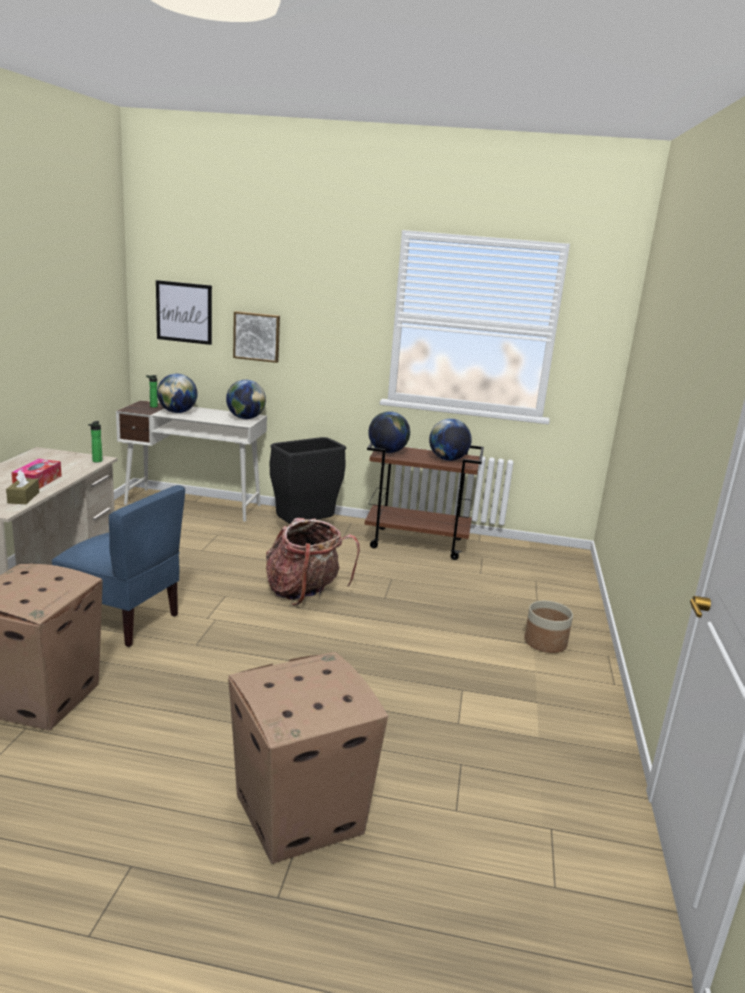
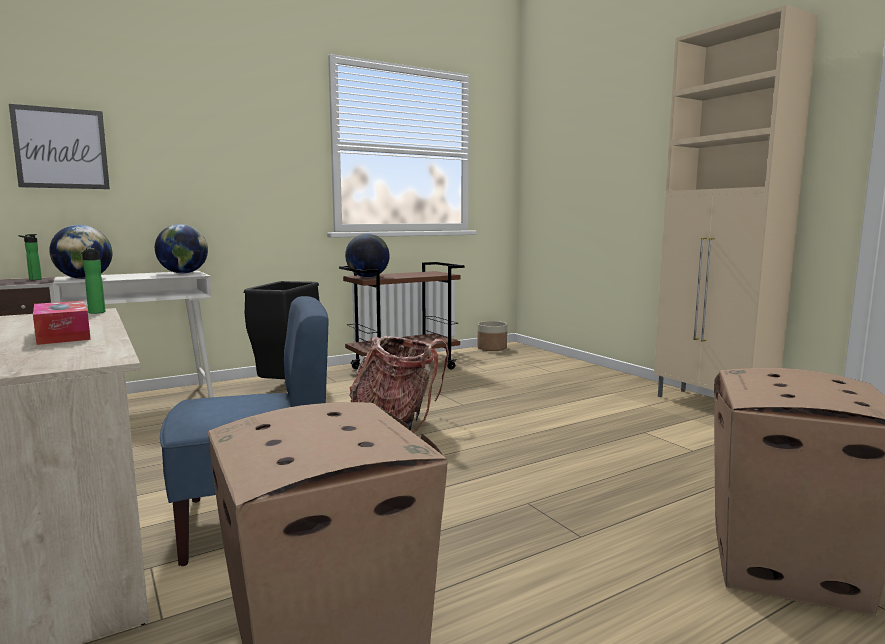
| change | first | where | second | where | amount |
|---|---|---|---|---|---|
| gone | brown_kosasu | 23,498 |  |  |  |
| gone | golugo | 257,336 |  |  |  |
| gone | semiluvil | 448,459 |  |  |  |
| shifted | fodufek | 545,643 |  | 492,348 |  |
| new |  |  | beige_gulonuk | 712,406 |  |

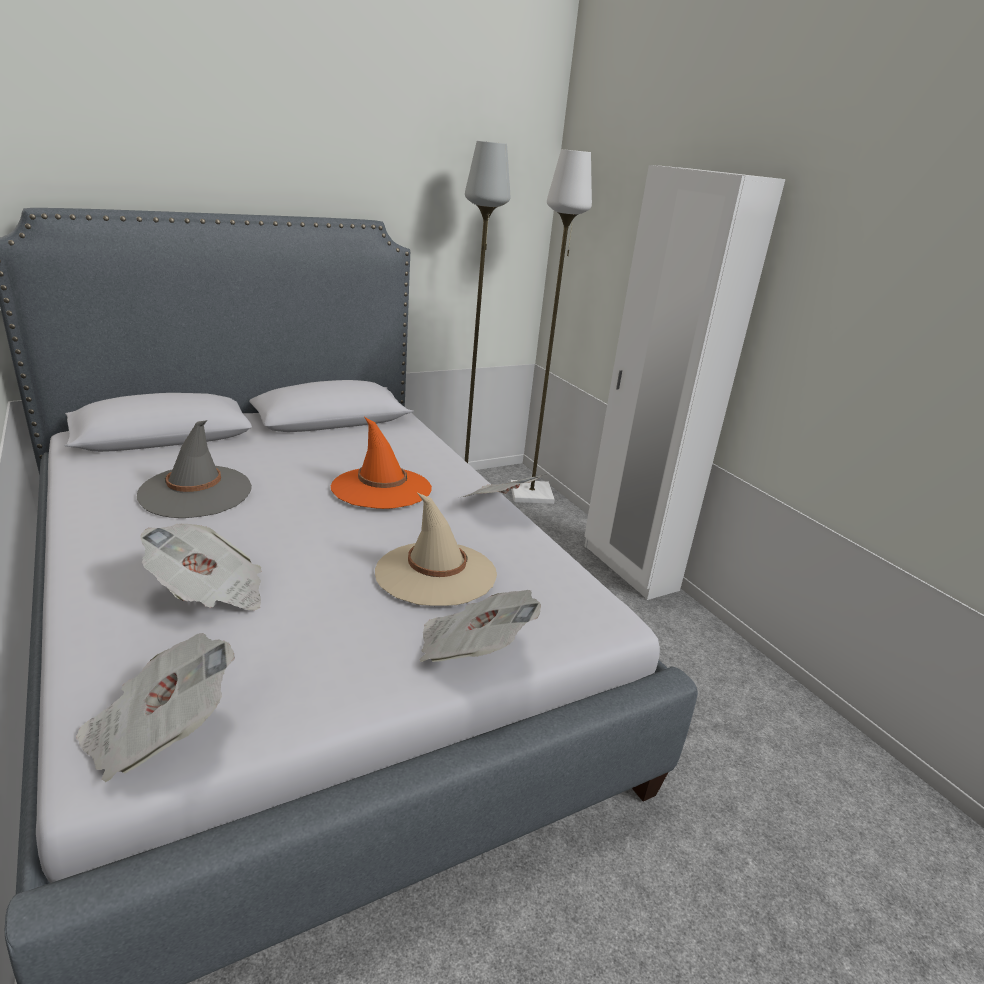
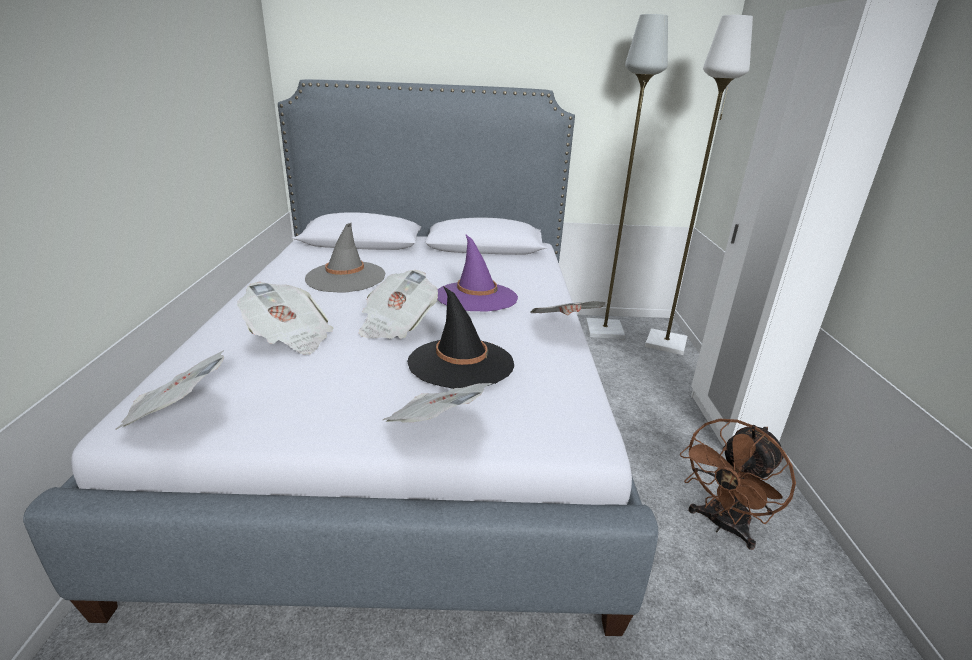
| change | first | where | second | where | amount |
|---|---|---|---|---|---|
| repainted | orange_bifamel | 381,488 | purple_bifamel | 476,297 |  |
| repainted | beige_bifamel | 435,574 | black_bifamel | 461,363 |  |
| new |  |  | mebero | 396,325 |  |
| new |  |  | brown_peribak | 722,525 |  |

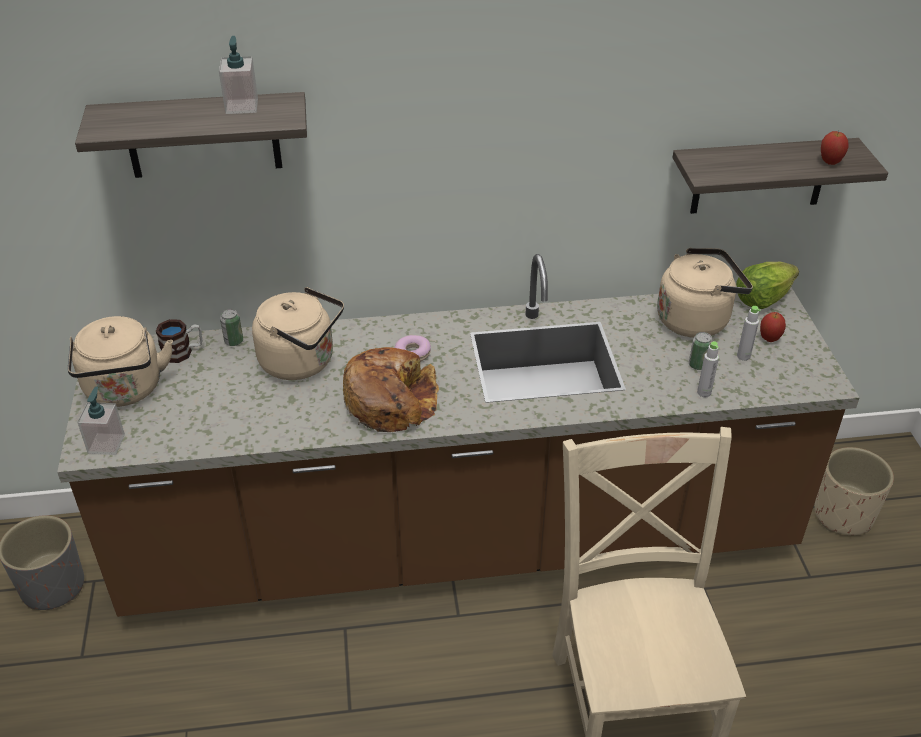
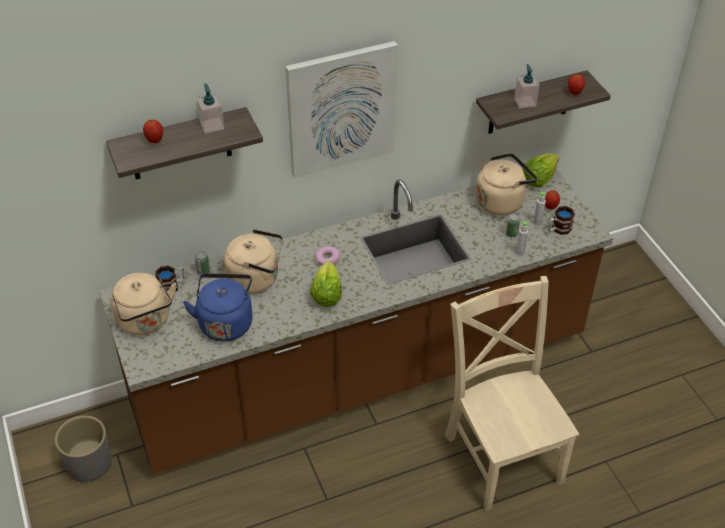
| change | first | where | second | where | amount |
|---|---|---|---|---|---|
| shifted | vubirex | 106,444 |  | 525,102 |  |
| swapped | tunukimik | 391,400 | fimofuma | 326,295 |  |
| gone | beige_fodufek | 843,515 |  |  |  |
| new |  |  | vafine | 155,141 |  |
| new |  |  | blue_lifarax | 225,322 |  |
| new |  |  | golugo | 341,109 |  |
| new |  |  | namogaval | 558,229 |  |

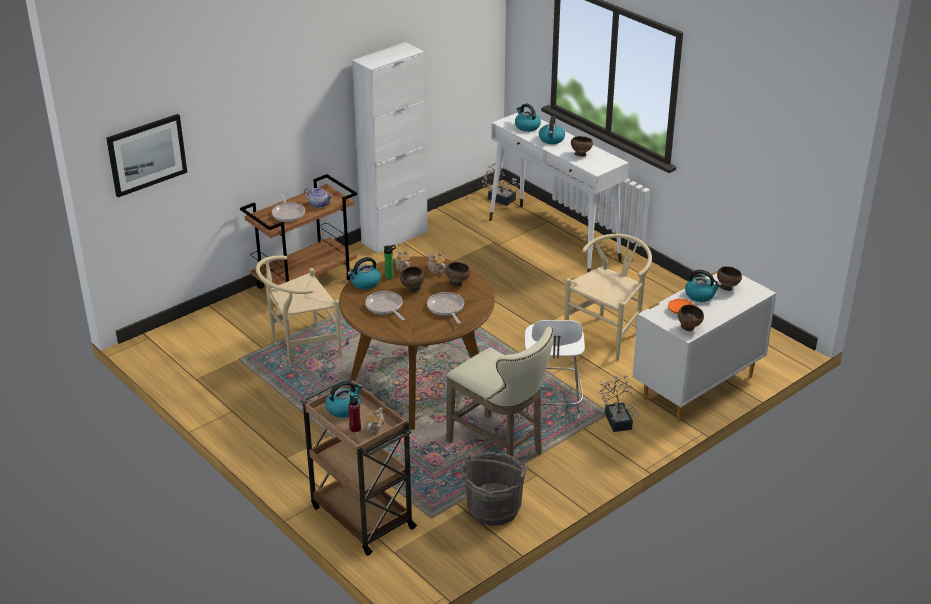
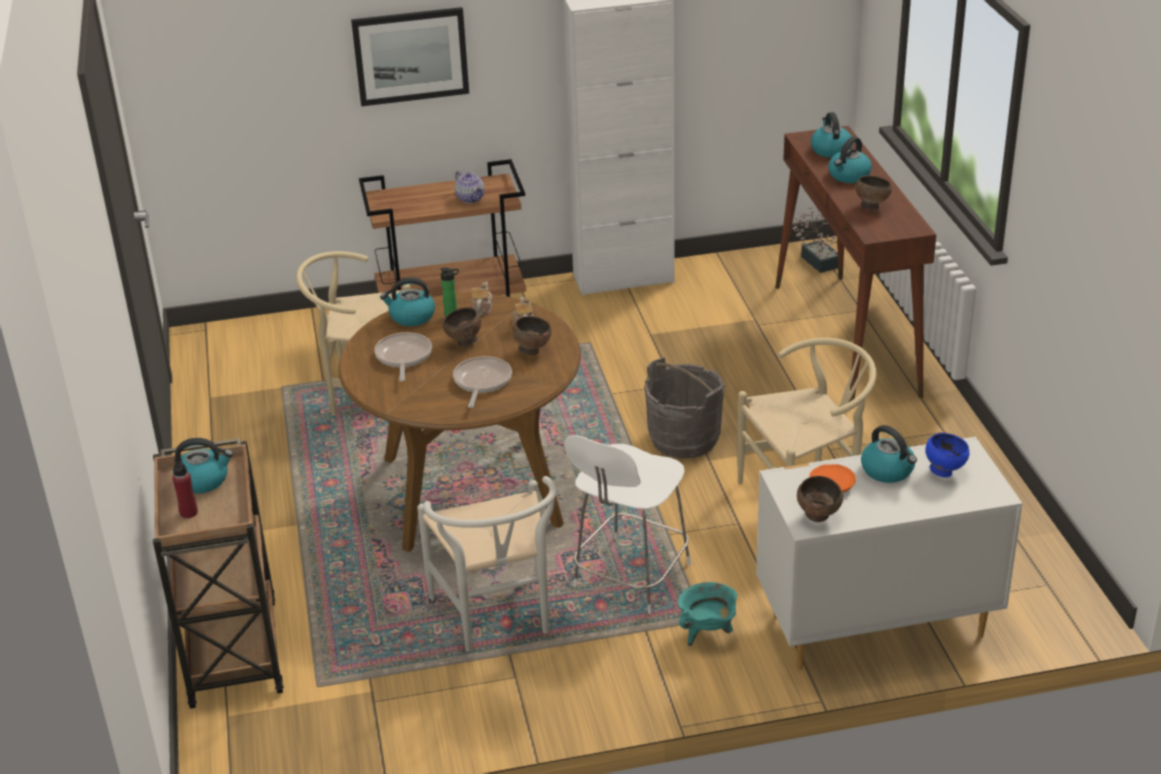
| change | first | where | second | where | amount |
|---|---|---|---|---|---|
| shifted | golugo | 146,154 |  | 410,56 |  |
| gone | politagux | 288,213 |  |  |  |
| gone | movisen | 374,427 |  |  |  |
| swapped | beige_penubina | 499,448 | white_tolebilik | 498,619 |  |
| shifted | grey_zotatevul | 493,509 |  | 684,439 |  |
| repainted | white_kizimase | 554,240 | brown_kizimase | 846,340 |  |
| swapped | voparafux | 617,418 | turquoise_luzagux | 707,633 |  |
| repainted | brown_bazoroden | 727,288 | blue_bazoroden | 944,471 |  |

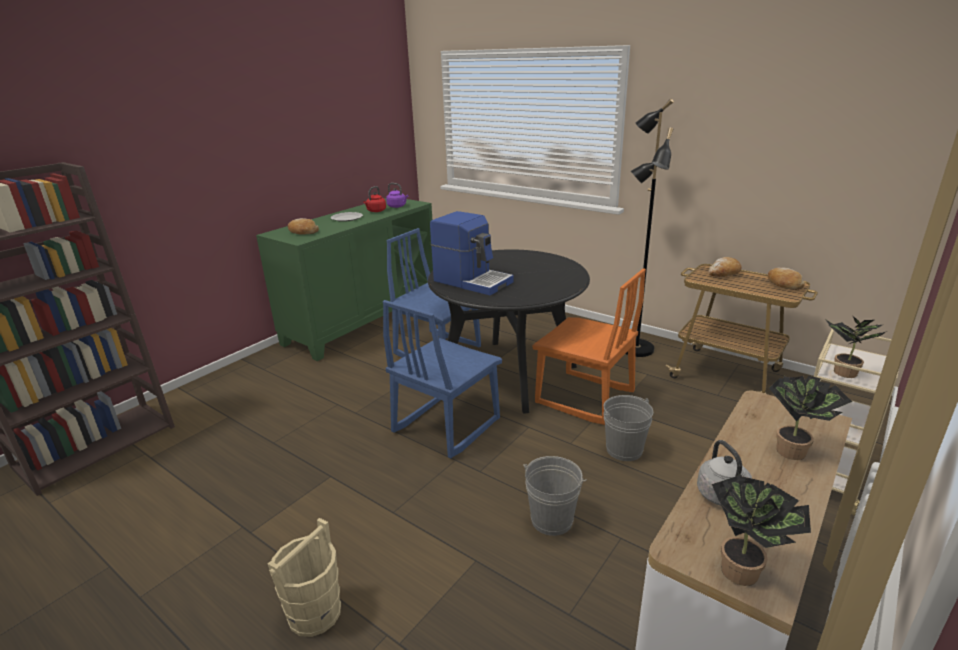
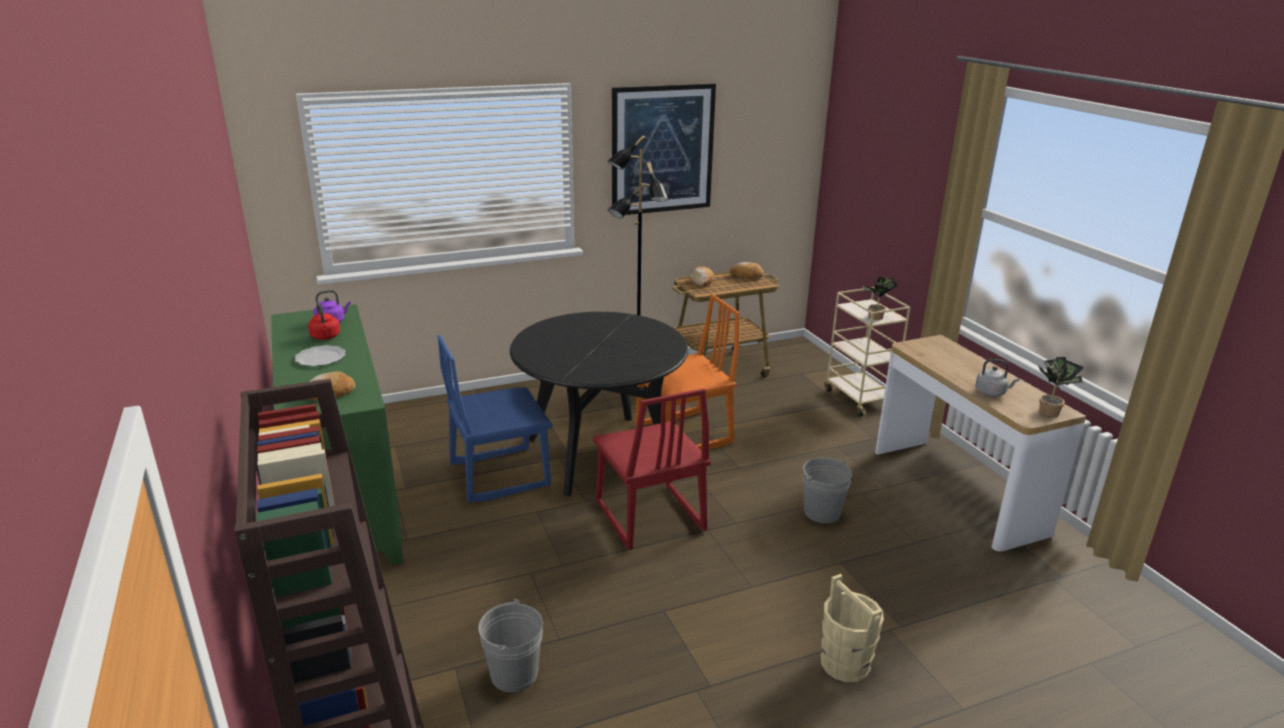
| change | first | where | second | where | amount |
|---|---|---|---|---|---|
| repainted | blue_tolebilik | 445,425 | red_tolebilik | 648,517 |  |
| gone | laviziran | 472,281 |  |  |  |
| shifted | grey_zotatevul | 624,449 |  | 514,674 |  |
| gone | voparafux | 794,450 |  |  |  |
| new |  |  | golugo | 662,149 |  |

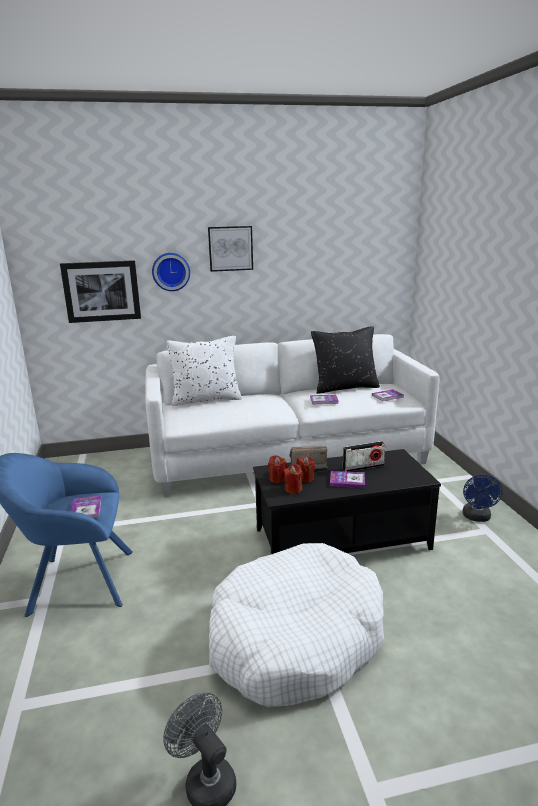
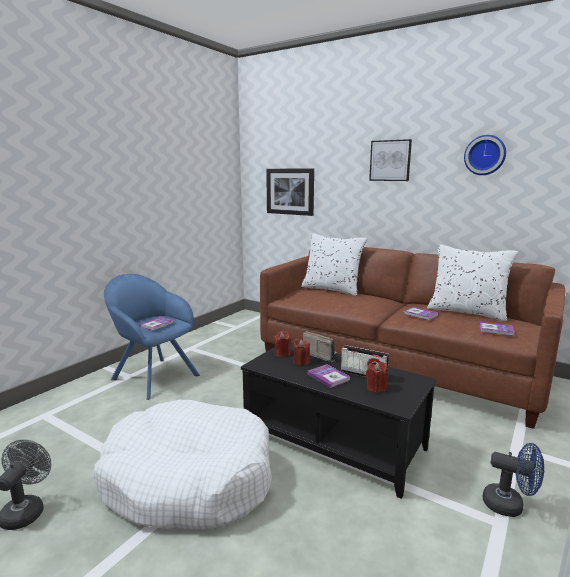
| change | first | where | second | where | amount |
|---|---|---|---|---|---|
| repainted | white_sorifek | 287,455 | brown_sorifek | 396,364 |  |
| shifted | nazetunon | 171,271 |  | 485,155 |  |
| shifted | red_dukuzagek | 293,489 |  | 376,388 |  |
| repainted | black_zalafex | 344,387 | white_zalafex | 467,312 |  |
| rotated | blue_peribak | 477,518 |  | 509,505 | 120 degrees counterclockwise |

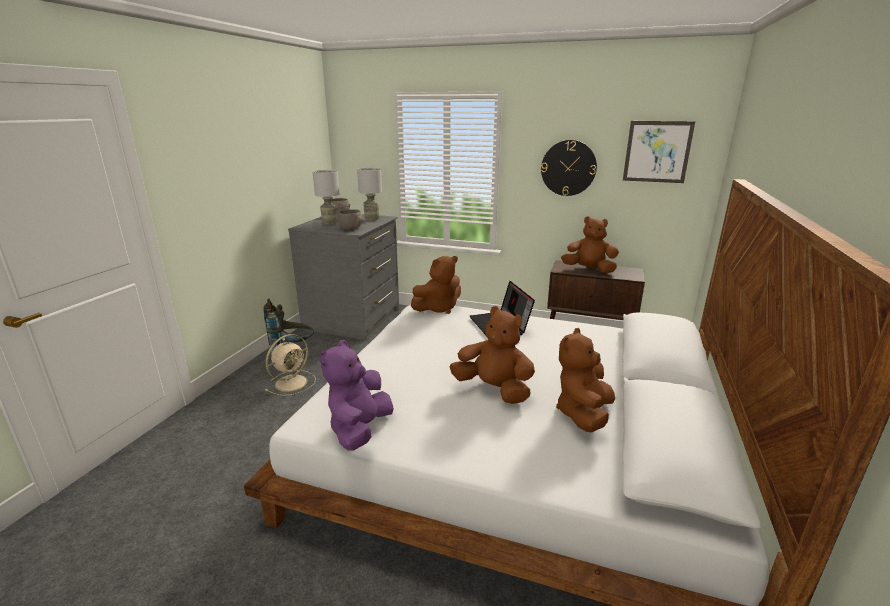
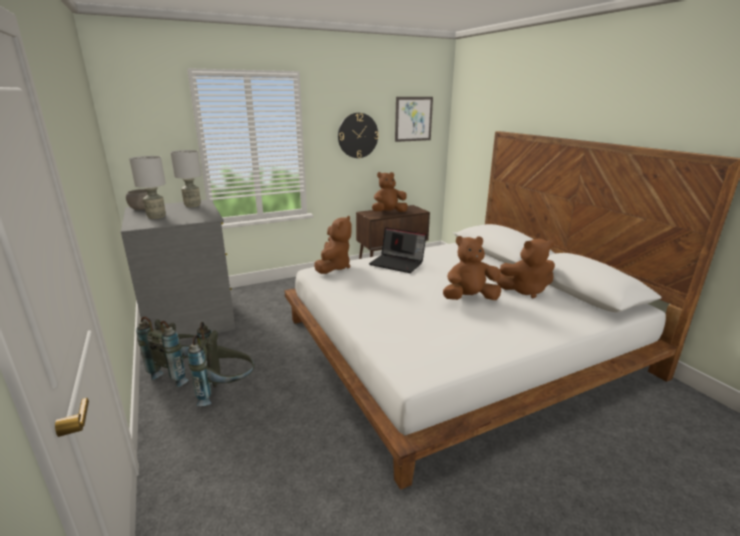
| change | first | where | second | where | amount |
|---|---|---|---|---|---|
| swapped | beige_peribak | 292,382 | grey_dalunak | 227,391 |  |
| gone | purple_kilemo | 359,429 |  |  |  |
| gone | grey_bazoroden | 350,228 |  |  |  |
| rotated | brown_kilemo | 583,414 |  | 525,290 | 75 degrees counterclockwise |

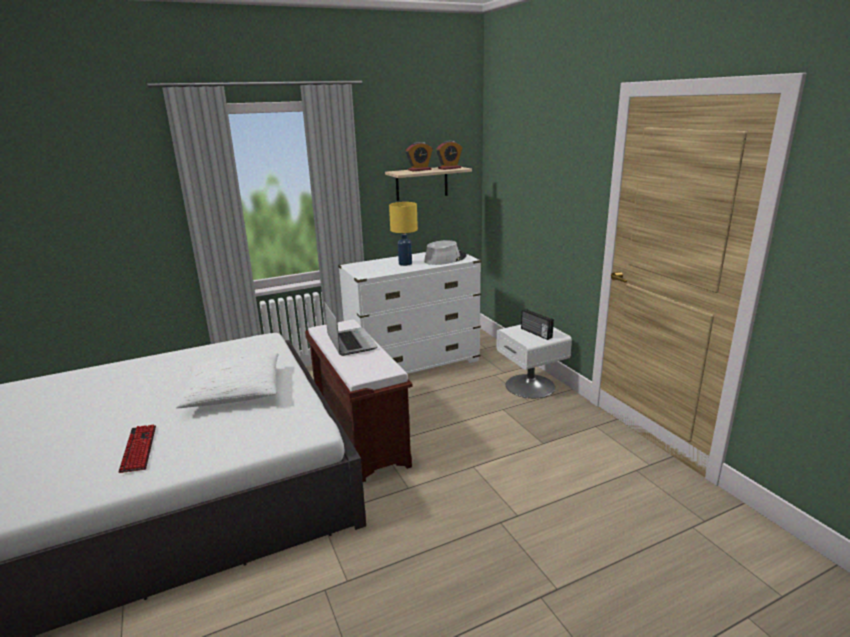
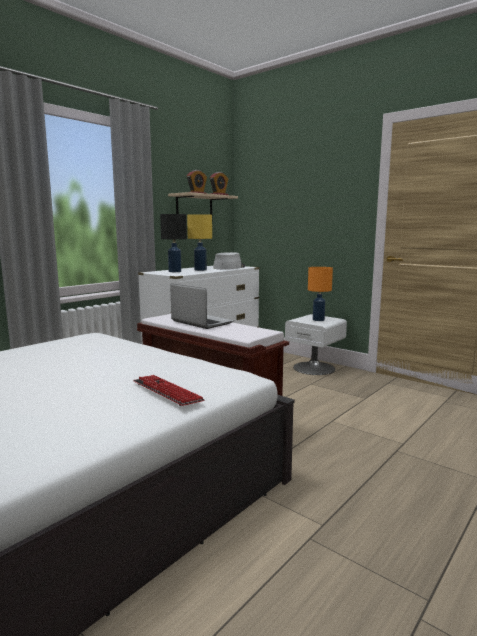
| change | first | where | second | where | amount |
|---|---|---|---|---|---|
| shifted | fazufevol | 139,449 |  | 167,392 |  |
| gone | white_zalafex | 234,392 |  |  |  |
| swapped | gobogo | 535,333 | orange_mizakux | 318,320 |  |
| new |  |  | black_mizakux | 174,271 |  |

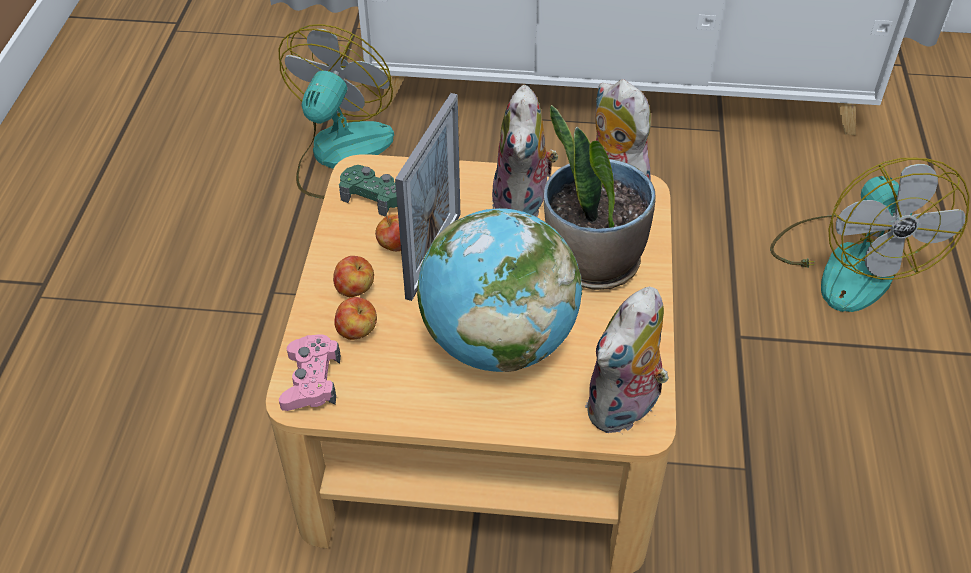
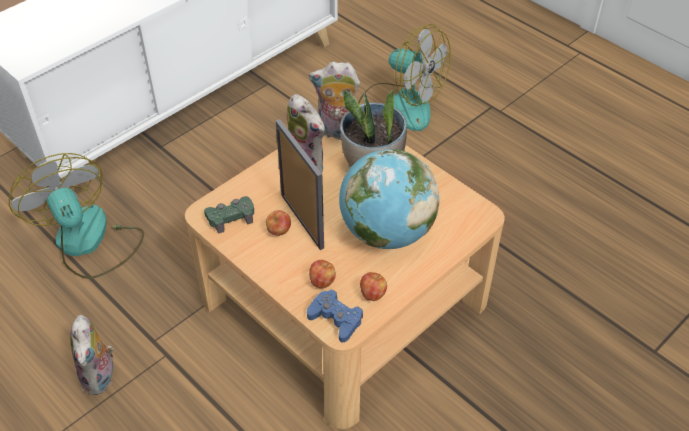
| change | first | where | second | where | amount |
|---|---|---|---|---|---|
| repainted | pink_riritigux | 311,380 | blue_riritigux | 335,319 |  |
| shifted | vafine | 355,290 |  | 372,294 |  |
| shifted | kilemo | 624,410 |  | 101,377 |  |

